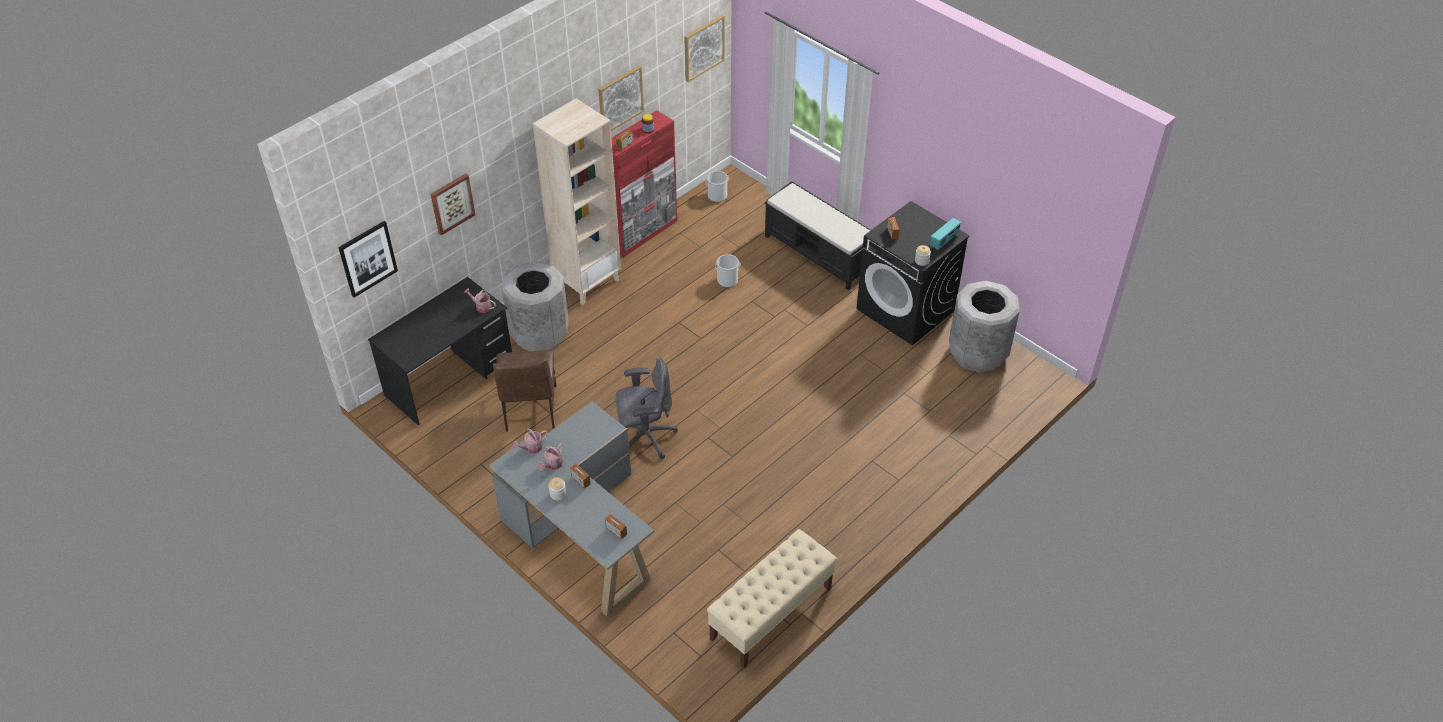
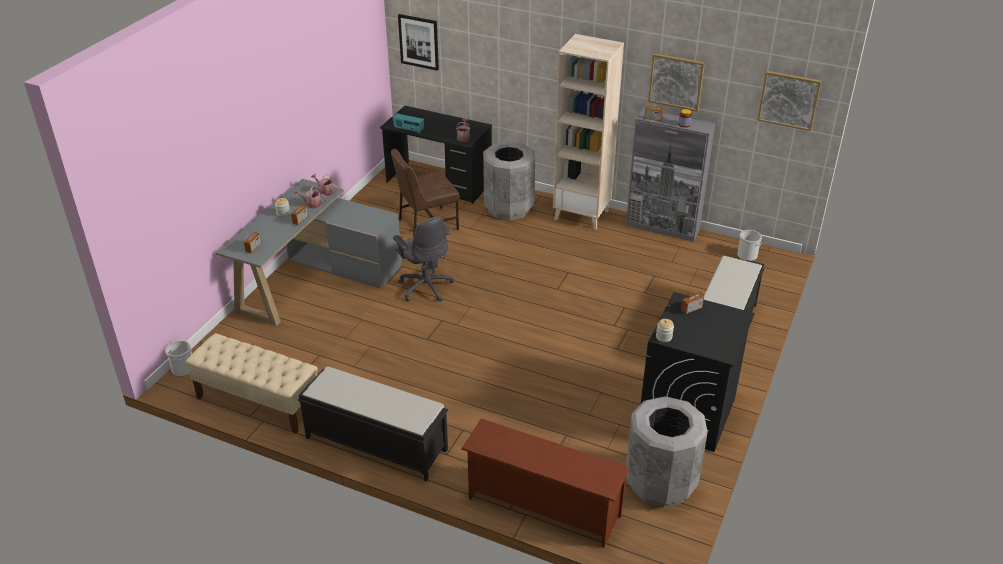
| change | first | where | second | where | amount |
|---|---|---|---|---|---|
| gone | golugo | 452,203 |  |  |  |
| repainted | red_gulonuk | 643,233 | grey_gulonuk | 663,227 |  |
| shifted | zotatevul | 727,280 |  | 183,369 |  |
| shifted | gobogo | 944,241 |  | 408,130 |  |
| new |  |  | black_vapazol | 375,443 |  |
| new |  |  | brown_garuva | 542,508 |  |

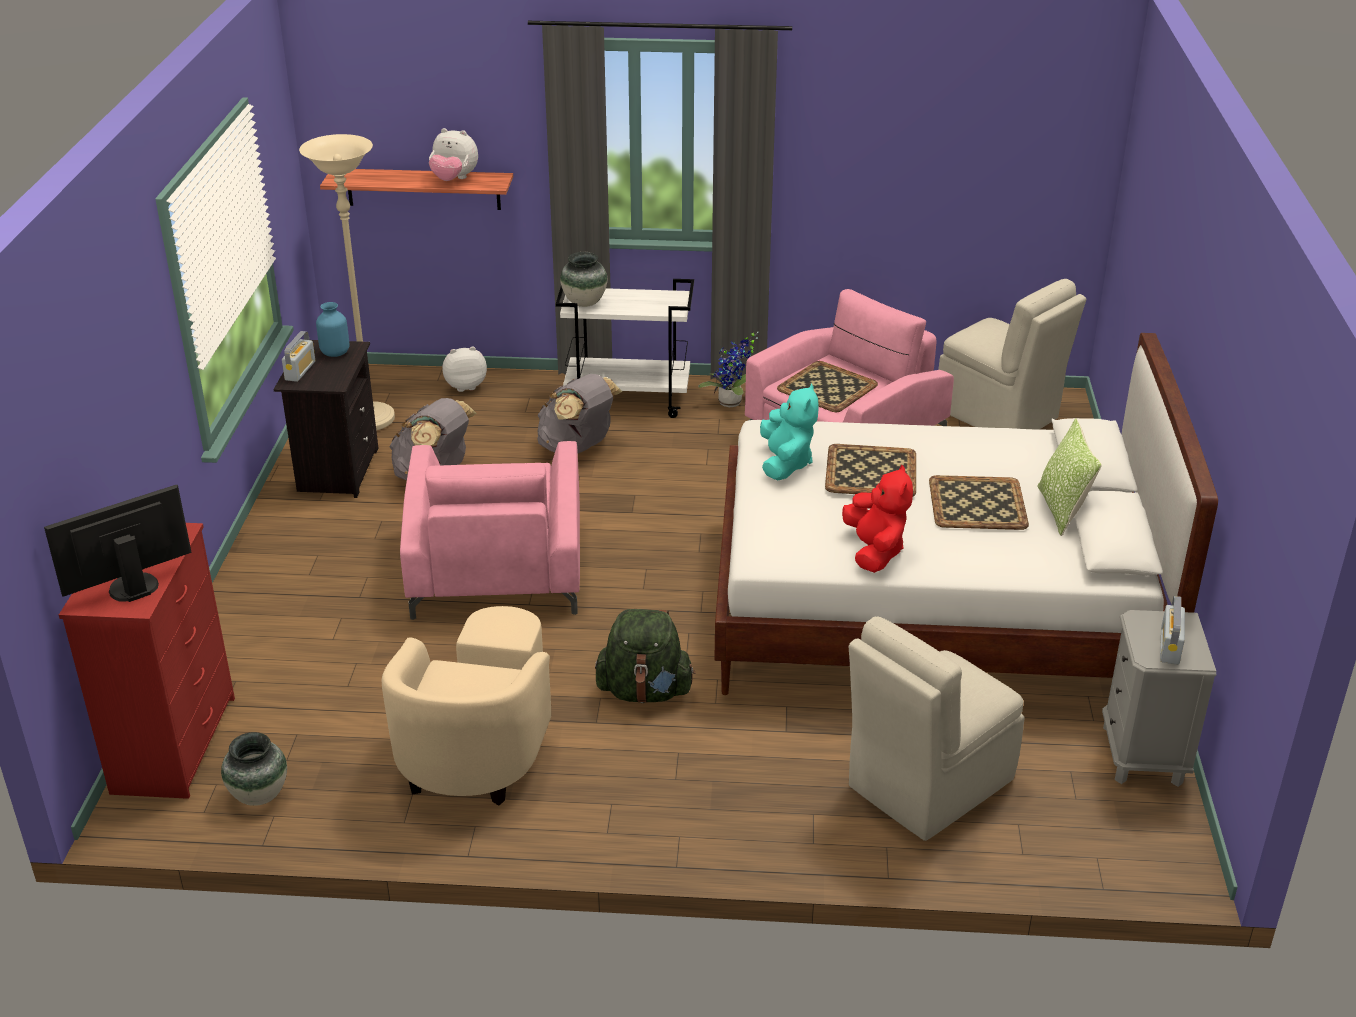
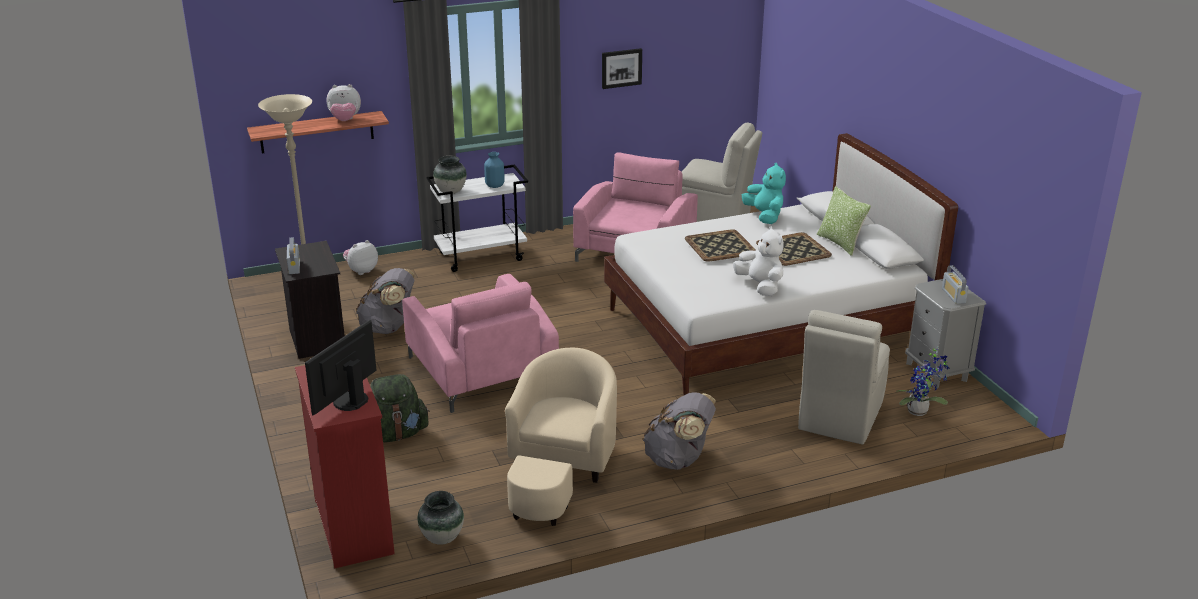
| change | first | where | second | where | amount |
|---|---|---|---|---|---|
| shifted | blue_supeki | 335,353 |  | 494,186 |  |
| rotated | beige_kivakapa | 478,744 |  | 560,469 | 150 degrees counterclockwise |
| shifted | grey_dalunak | 577,448 |  | 679,459 |  |
| shifted | green_dalunak | 645,691 |  | 395,434 |  |
| shifted | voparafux | 732,404 |  | 920,412 |  |
| shifted | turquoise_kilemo | 785,463 |  | 764,216 |  |
| gone | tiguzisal | 826,387 |  |  |  |
| repainted | red_kilemo | 874,551 | white_kilemo | 760,286 |  |
| new |  |  | golugo | 621,68 |  |

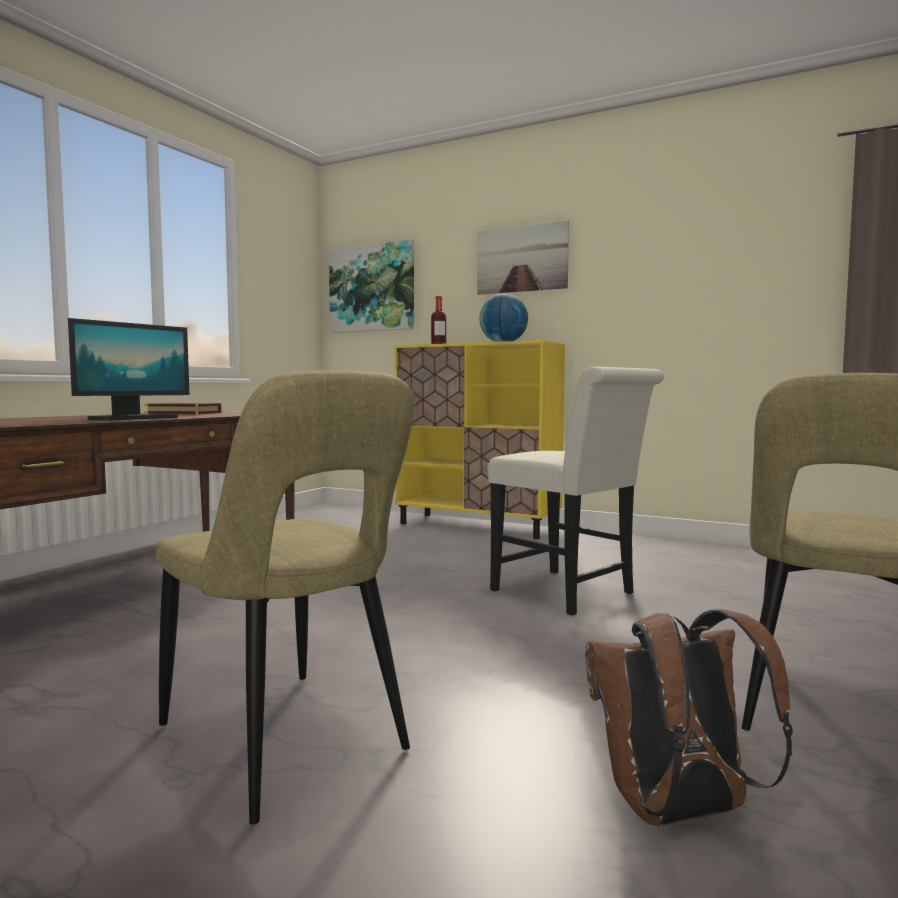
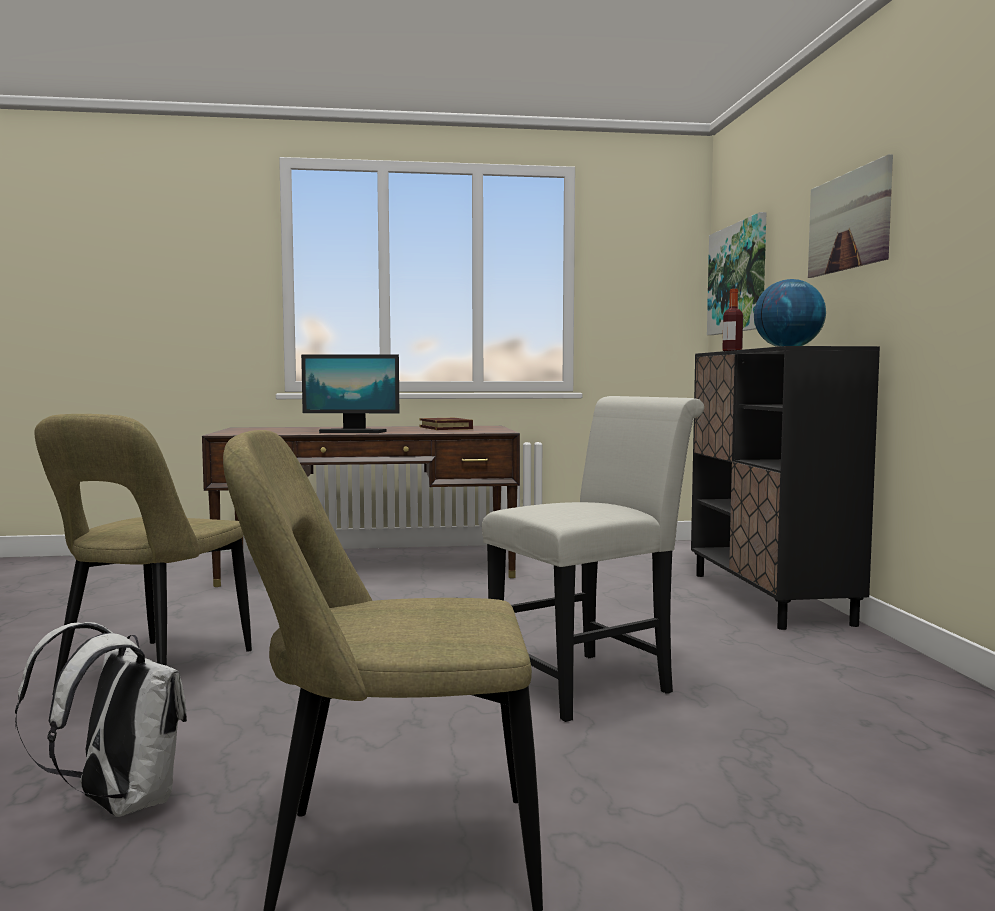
| change | first | where | second | where | amount |
|---|---|---|---|---|---|
| repainted | yellow_gulonuk | 478,526 | black_gulonuk | 768,598 |  |
| rotated | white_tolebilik | 570,594 |  | 590,682 | 135 degrees counterclockwise |
| repainted | brown_dalunak | 677,813 | white_dalunak | 118,804 |  |

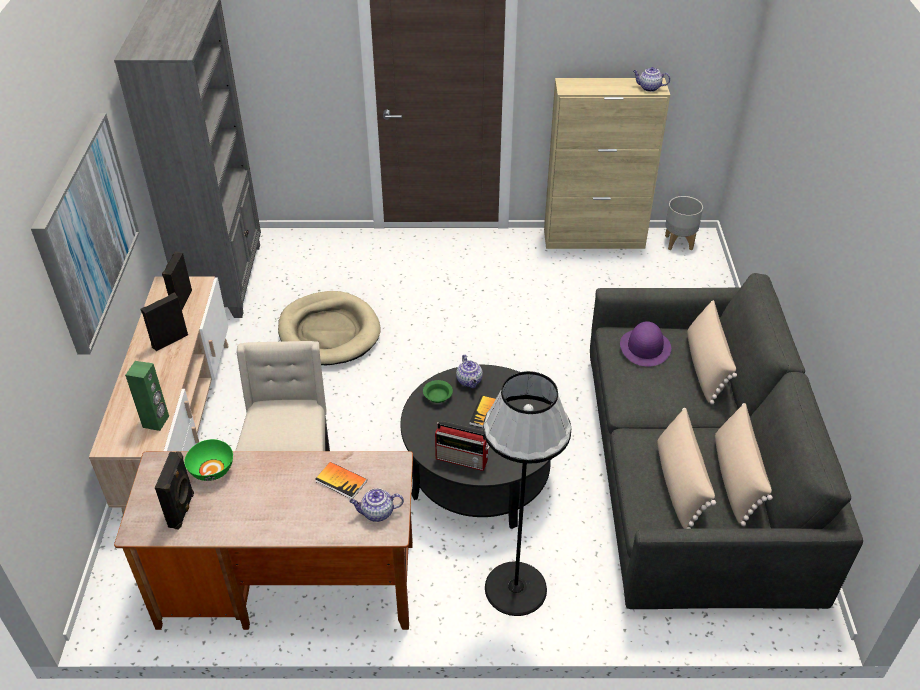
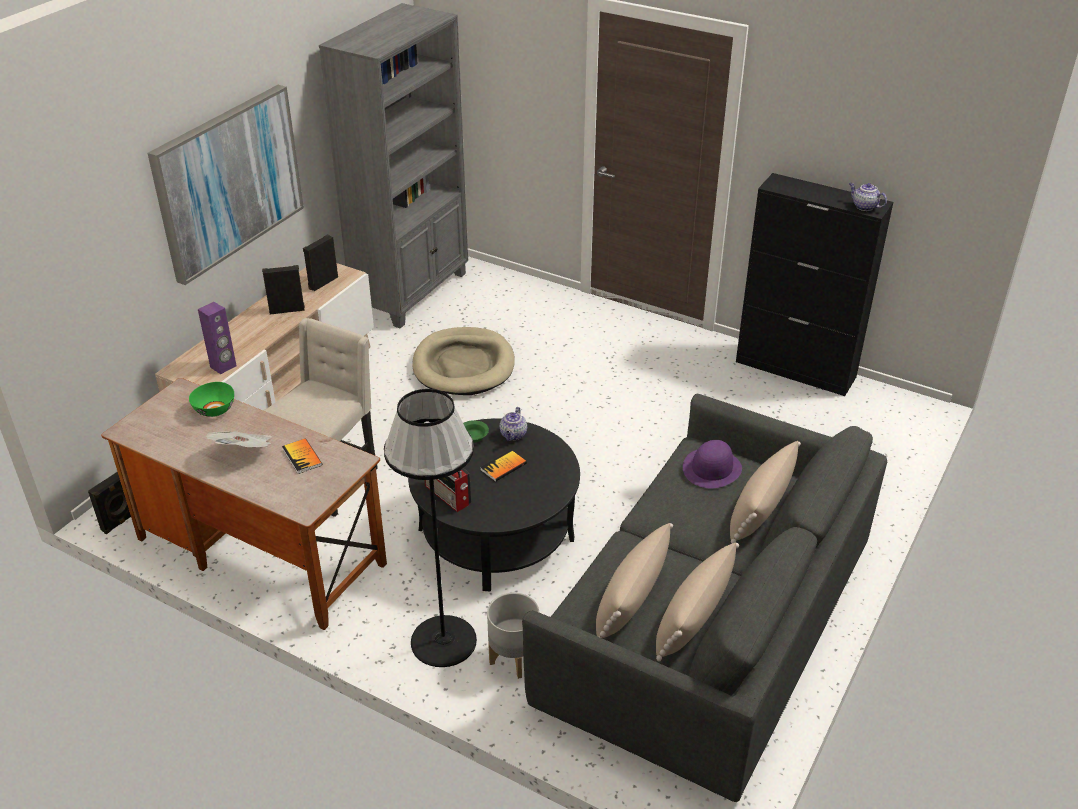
| change | first | where | second | where | amount |
|---|---|---|---|---|---|
| repainted | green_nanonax | 156,421 | purple_nanonax | 223,366 |  |
| shifted | black_nanonax | 182,510 |  | 120,522 |  |
| gone | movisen | 377,513 |  |  |  |
| repainted | beige_gulonuk | 594,239 | black_gulonuk | 796,370 |  |
| shifted | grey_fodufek | 678,242 |  | 513,658 |  |
| new |  |  | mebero | 244,452 |  |

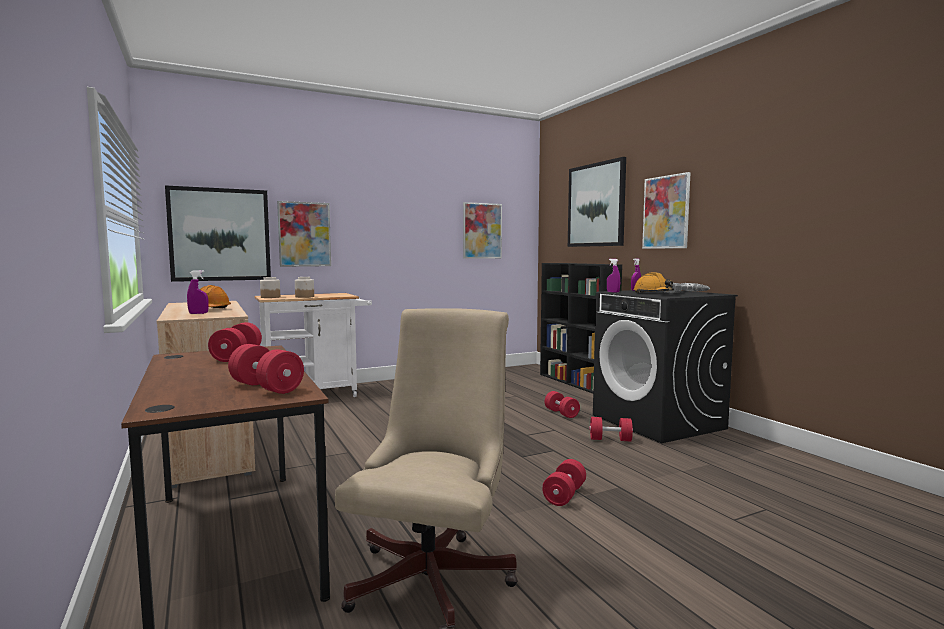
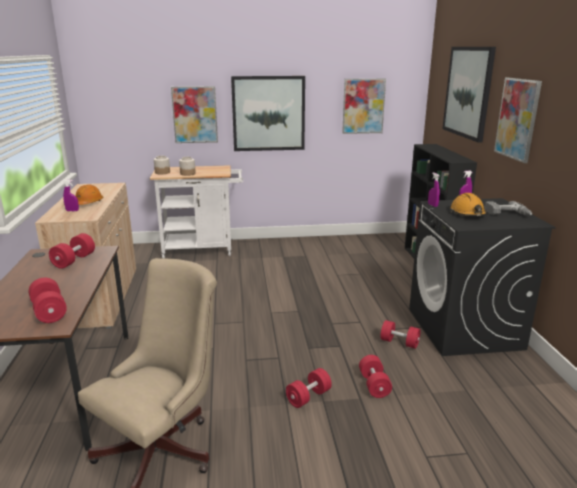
| change | first | where | second | where | amount |
|---|---|---|---|---|---|
| shifted | golugo | 220,234 |  | 268,113 |  |
| shifted | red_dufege | 561,413 |  | 374,385 |  |

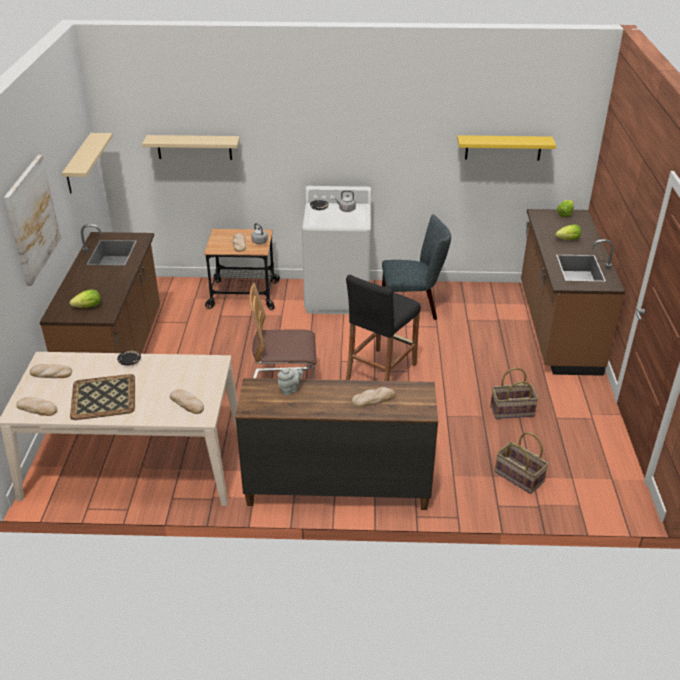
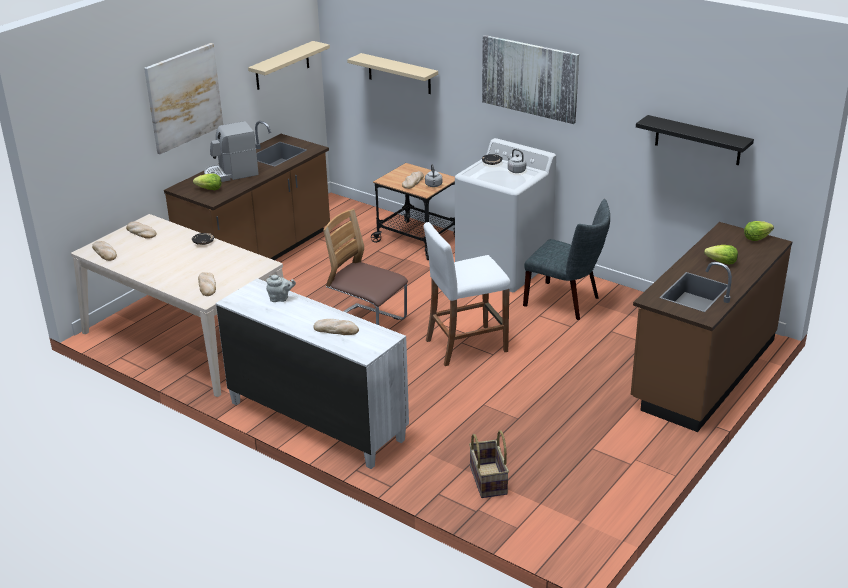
| change | first | where | second | where | amount |
|---|---|---|---|---|---|
| gone | tiguzisal | 104,397 |  |  |  |
| repainted | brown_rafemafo | 337,488 | white_rafemafo | 316,420 |  |
| repainted | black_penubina | 381,371 | white_penubina | 466,345 |  |
| repainted | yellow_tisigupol | 503,147 | black_tisigupol | 697,140 |  |
| gone | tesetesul | 512,411 |  |  |  |
| new |  |  | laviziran | 231,174 |  |
| new |  |  | golugo | 529,78 |  |

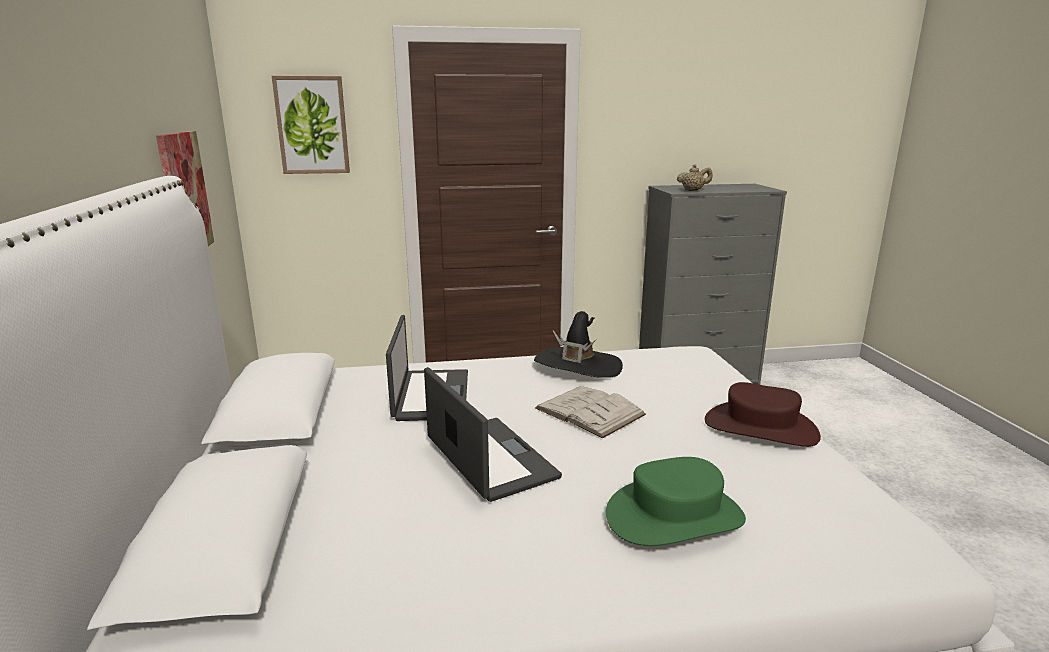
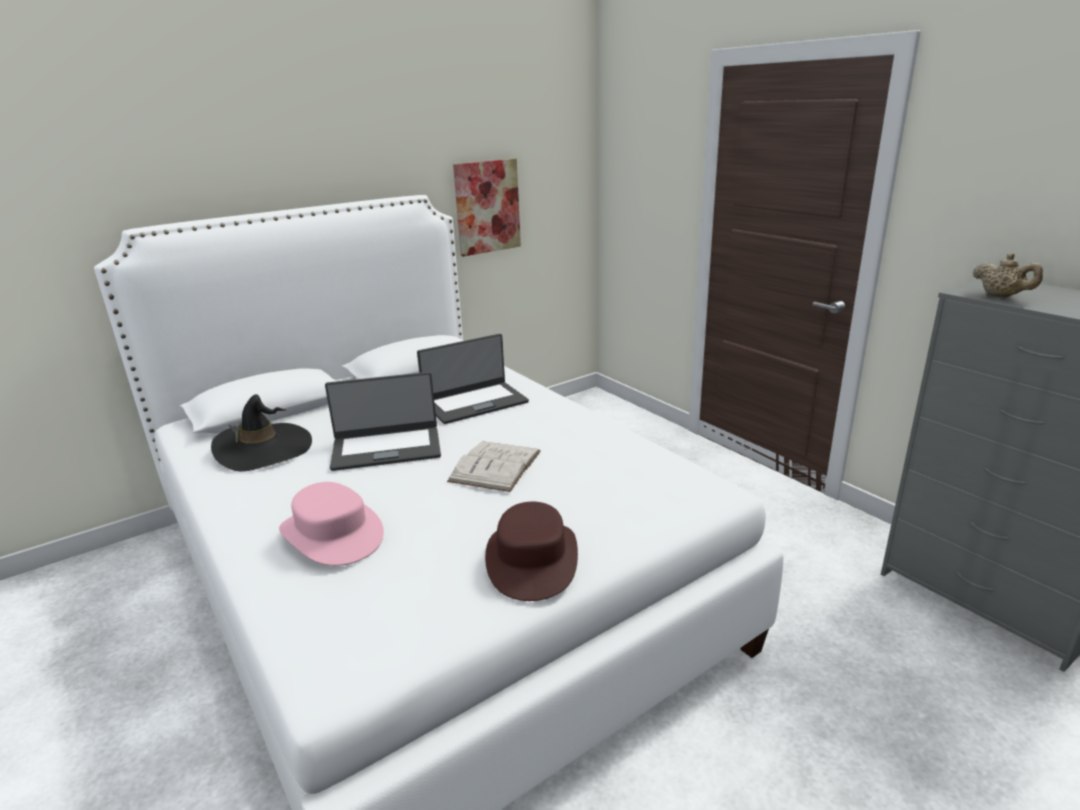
| change | first | where | second | where | amount |
|---|---|---|---|---|---|
| gone | golugo | 312,125 |  |  |  |
| rotated | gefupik | 489,459 |  | 386,448 | 45 degrees clockwise |
| shifted | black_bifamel | 578,366 |  | 264,449 |  |
| repainted | green_bifamel | 674,515 | pink_bifamel | 333,534 |  |

